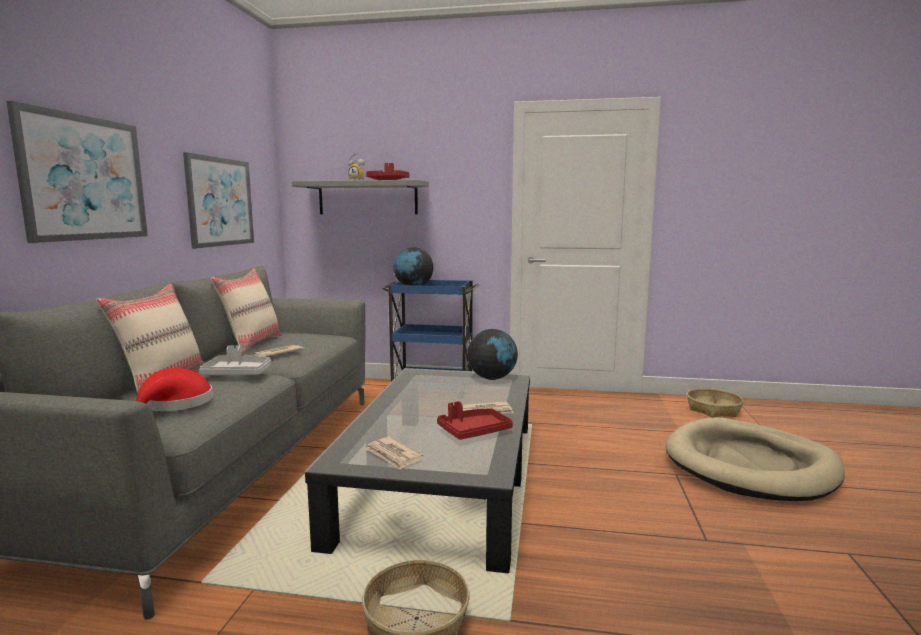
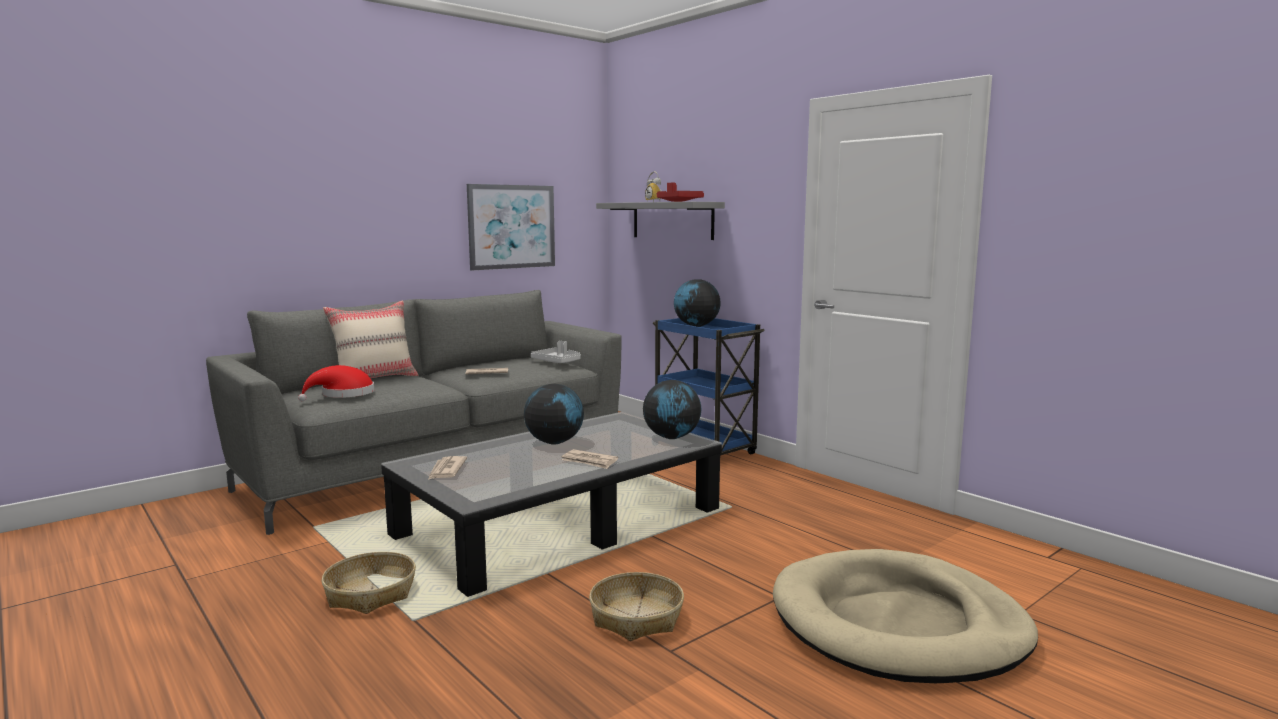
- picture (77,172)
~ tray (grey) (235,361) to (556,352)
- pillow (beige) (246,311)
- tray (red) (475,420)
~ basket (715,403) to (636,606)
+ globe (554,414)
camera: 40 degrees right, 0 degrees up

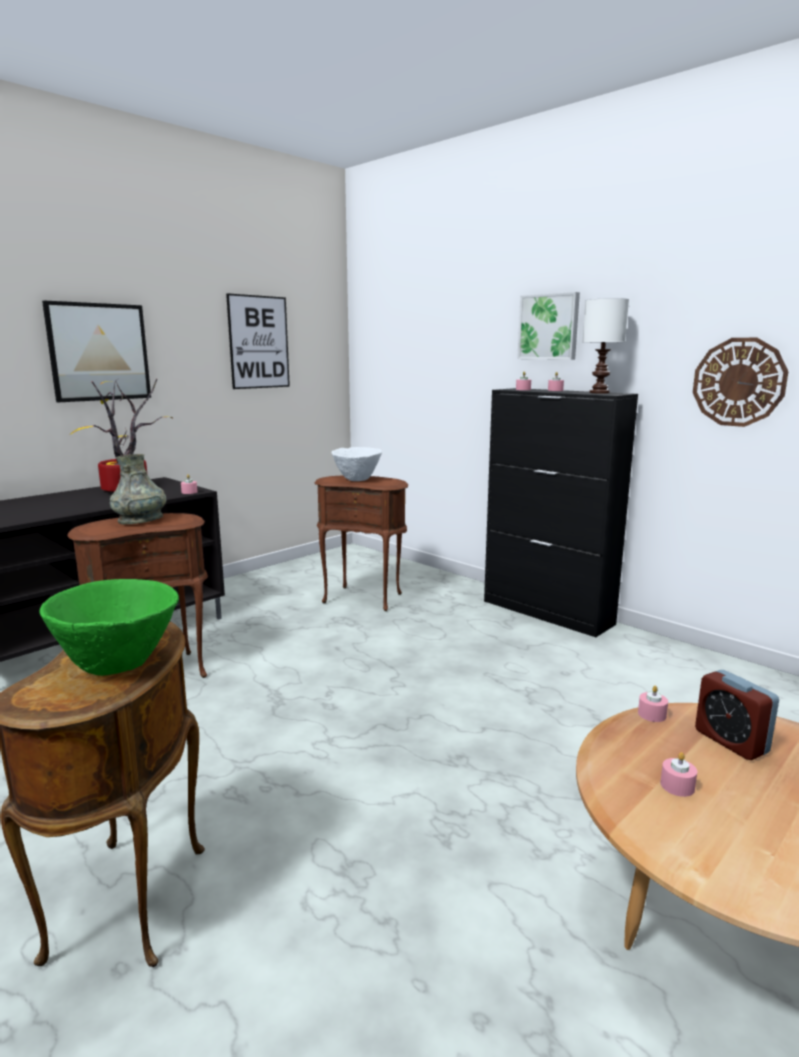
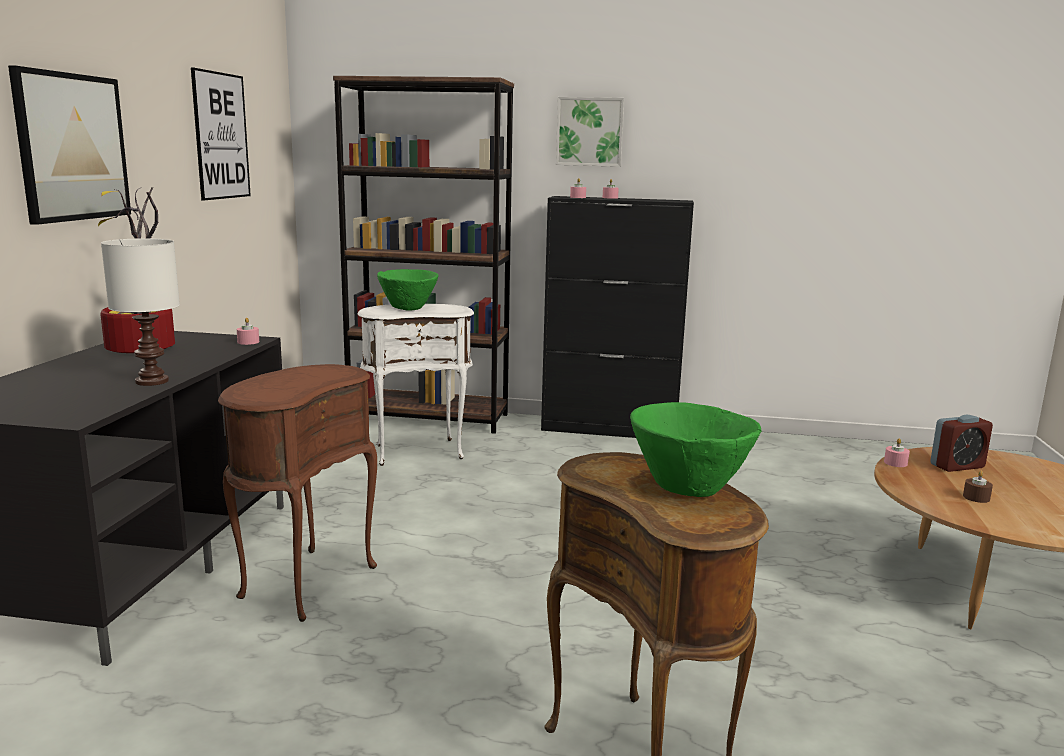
- vase (grey) (138,489)
~ side table (brown) (361,543) to side table (white) (415,385)
~ bowl (white) (357,464) to bowl (green) (407,290)
~ table lamp (white) (606,346) to (140,312)
~ candle (pink) (678,774) to candle (brown) (978,487)
- wall clock (740,382)
~ alarm clock (737,715) = (961,443) 45 degrees counterclockwise
+ bookcase (brown) (423,255)
camera: 35 degrees left, 0 degrees up

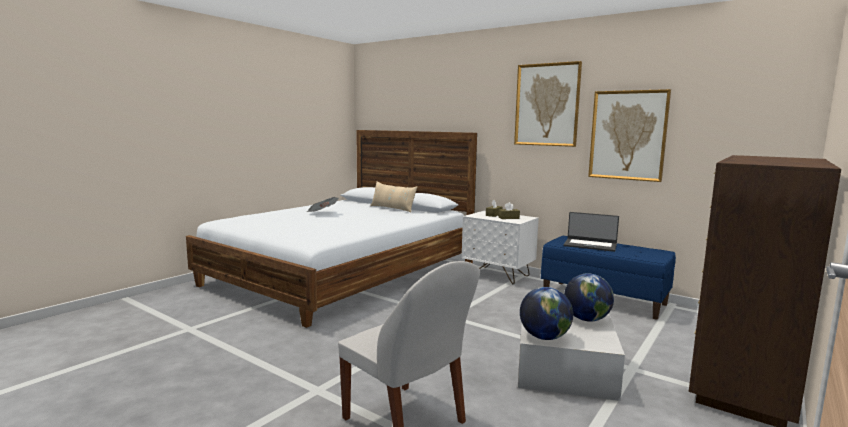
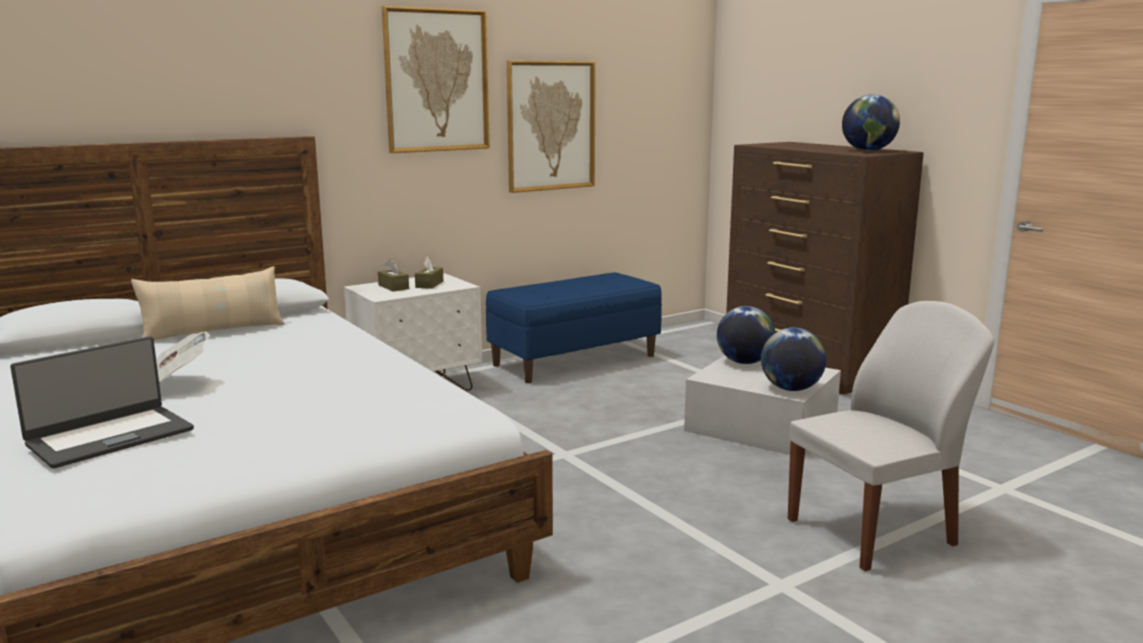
~ laptop (591,232) to (102,402)
+ globe (871,122)
camera: 70 degrees left, 5 degrees up

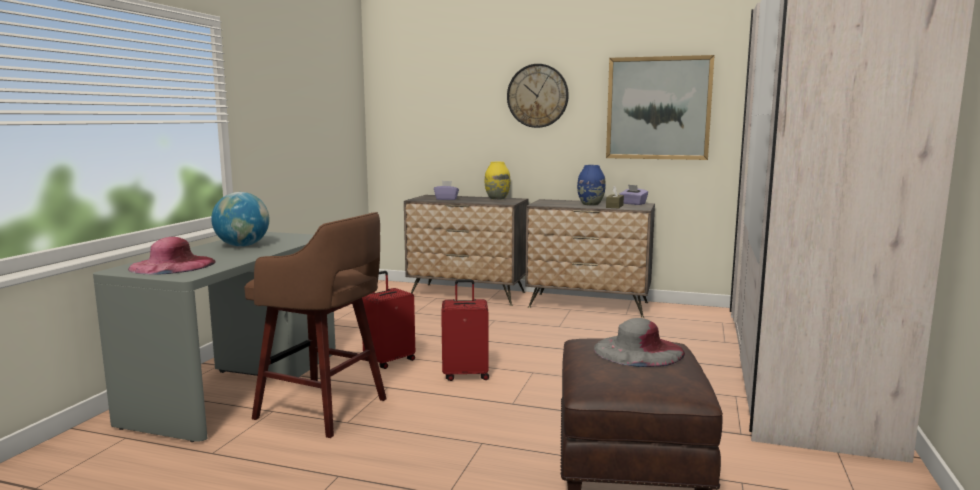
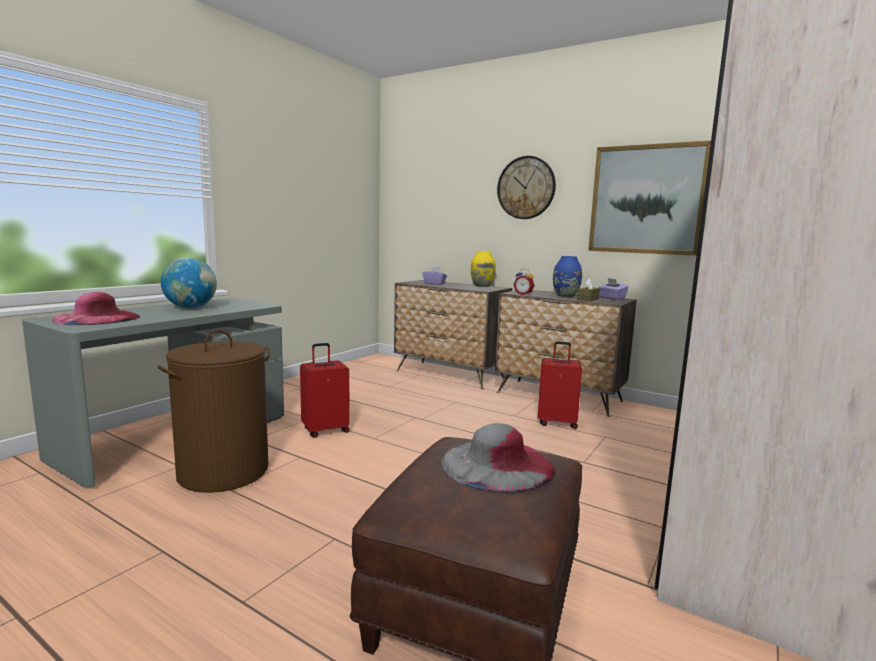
~ stool (brown) (315,325) to laundry basket (brown) (214,411)
~ suitcase (red) (465,330) to (560,385)
+ alarm clock (524,281)
camera: 15 degrees right, 0 degrees up

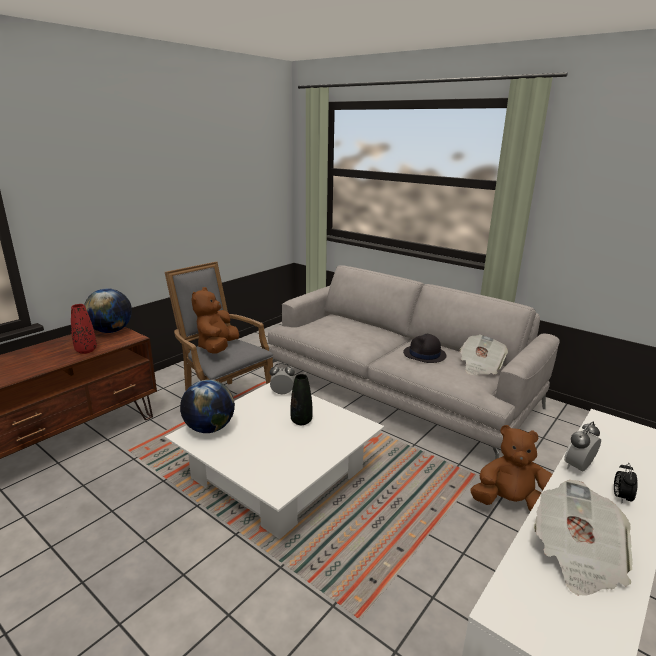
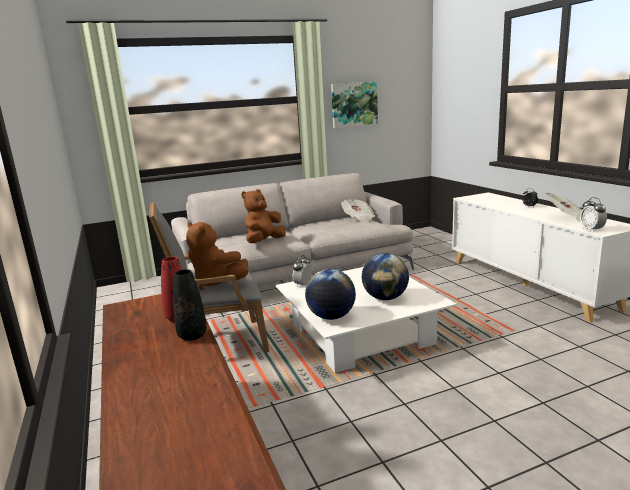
~ globe (108,311) to (385,276)
~ vase (black) (301,399) to (190,305)
- hat (black) (425,348)
~ plush toy (brown) (511,468) to (264,216)
~ alarm clock (582,446) to (593,214)
+ picture (354,104)
camera: 60 degrees left, 5 degrees down

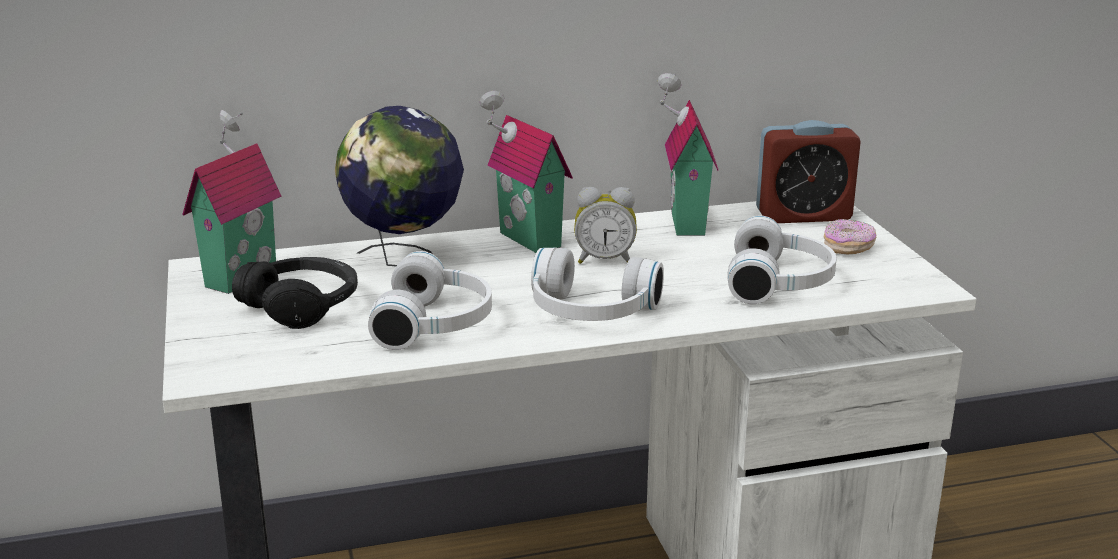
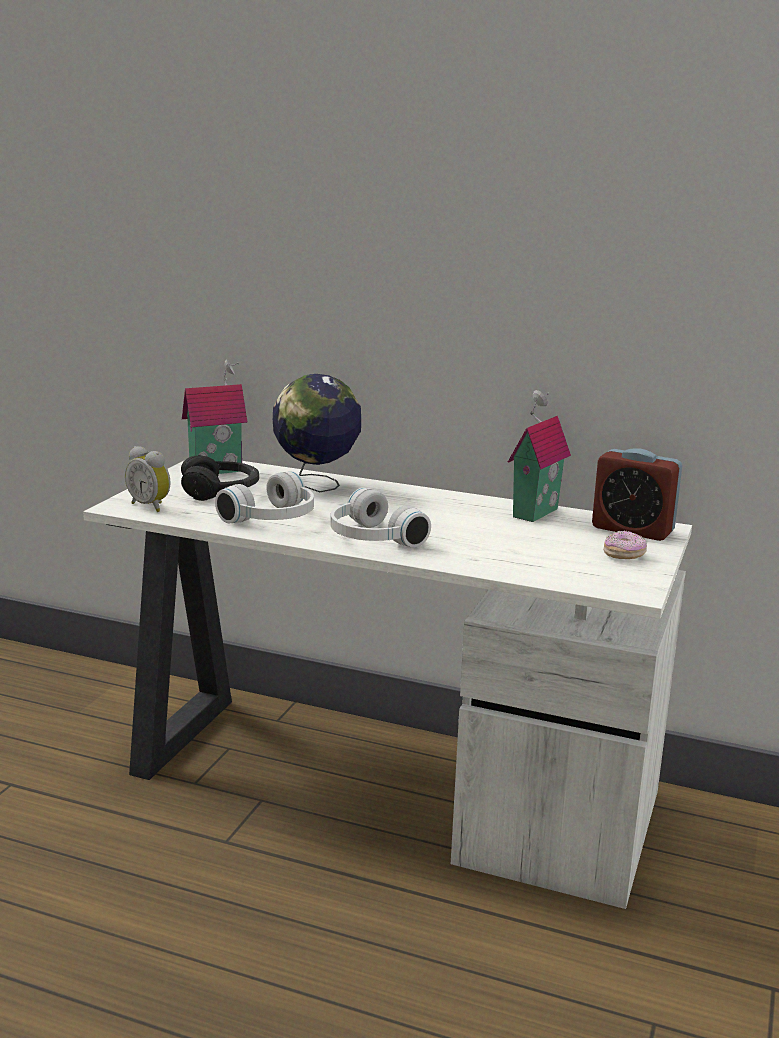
- toy house (526,171)
~ alarm clock (605,225) to (147,479)
- headphones (white) (782,260)
camera: 35 degrees right, 5 degrees down

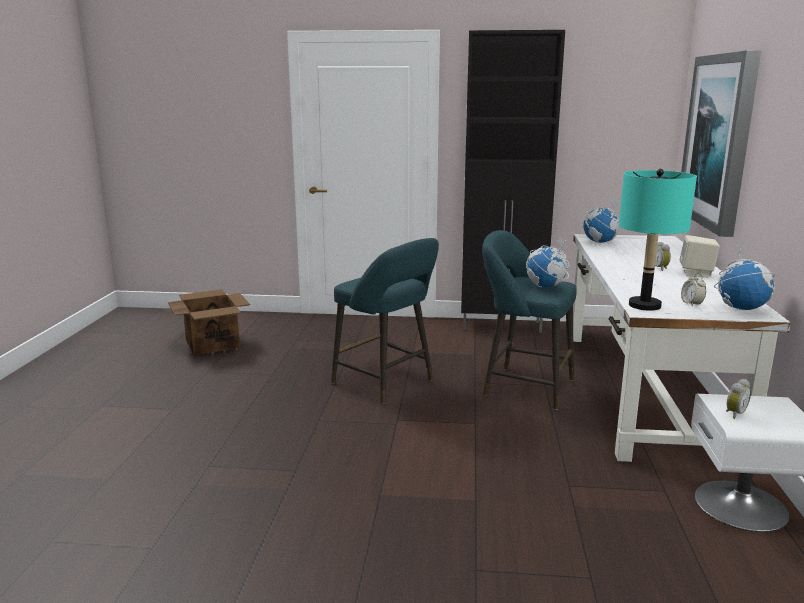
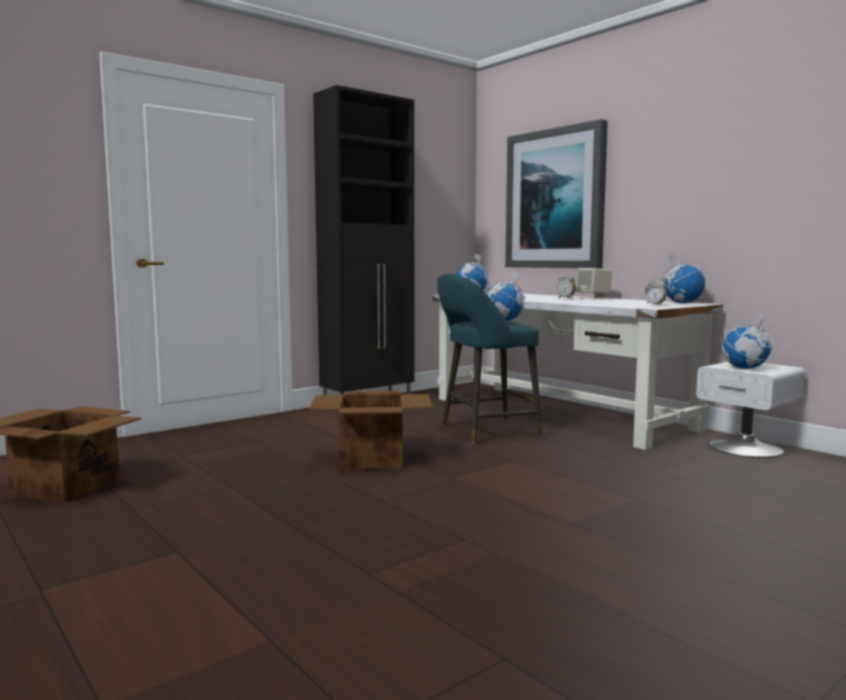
~ stool (turquoise) (385,321) to cardboard box (371,430)
- table lamp (turquoise) (658,240)
~ alarm clock (738,399) to globe (748,341)
camera: 45 degrees left, 10 degrees down

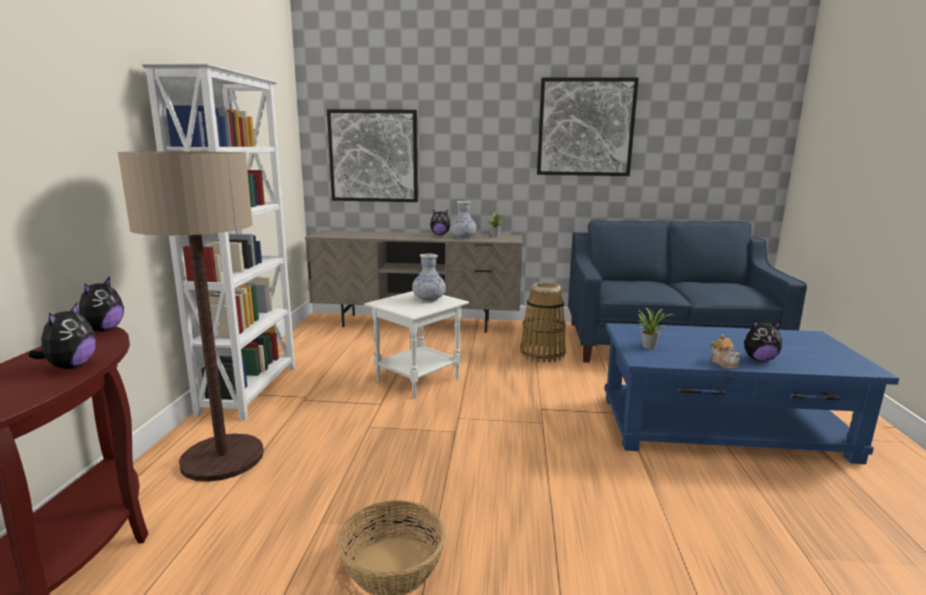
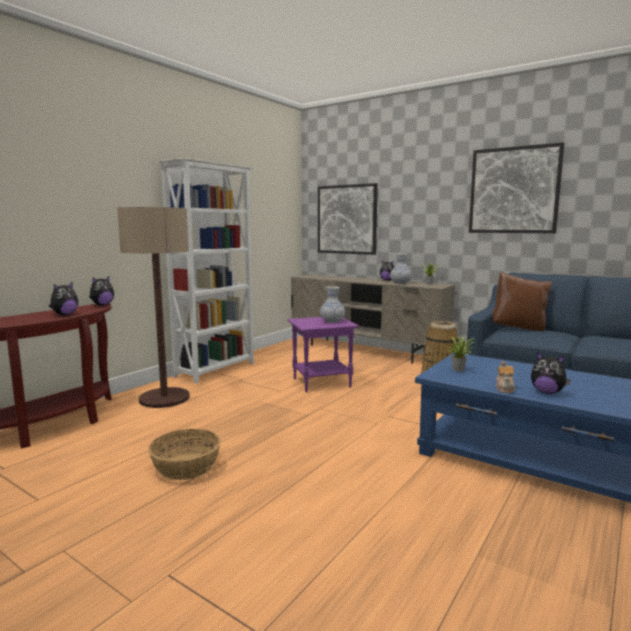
~ side table (white) (416,344) to side table (purple) (323,354)
+ pillow (brown) (522,301)
camera: 30 degrees right, 5 degrees down

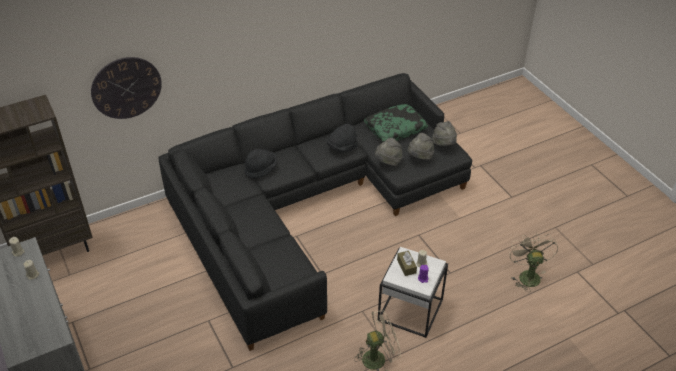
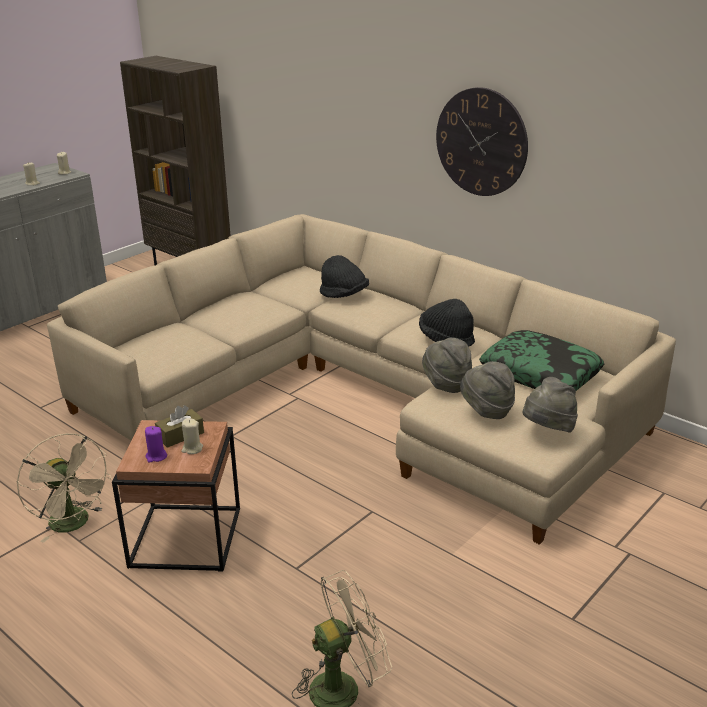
~ wall clock (126,88) to (482,141)
~ sofa (black) (315,212) to sofa (beige) (361,379)
~ side table (white) (413,292) to side table (brown) (176,496)
camera: 70 degrees right, 15 degrees down

